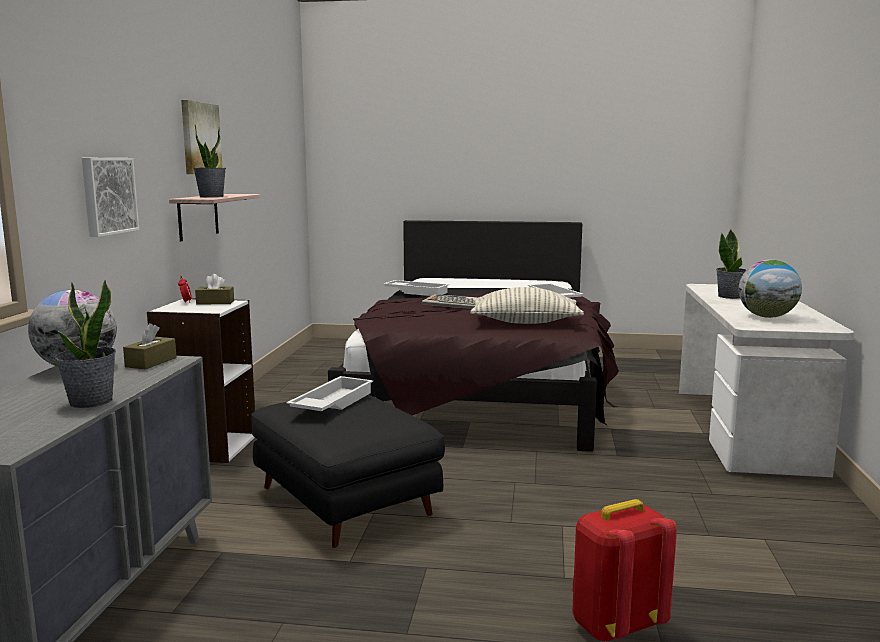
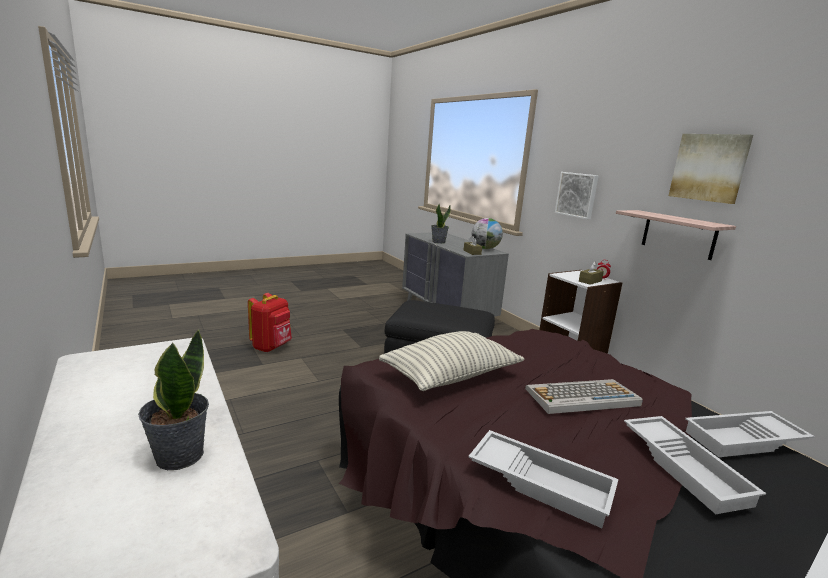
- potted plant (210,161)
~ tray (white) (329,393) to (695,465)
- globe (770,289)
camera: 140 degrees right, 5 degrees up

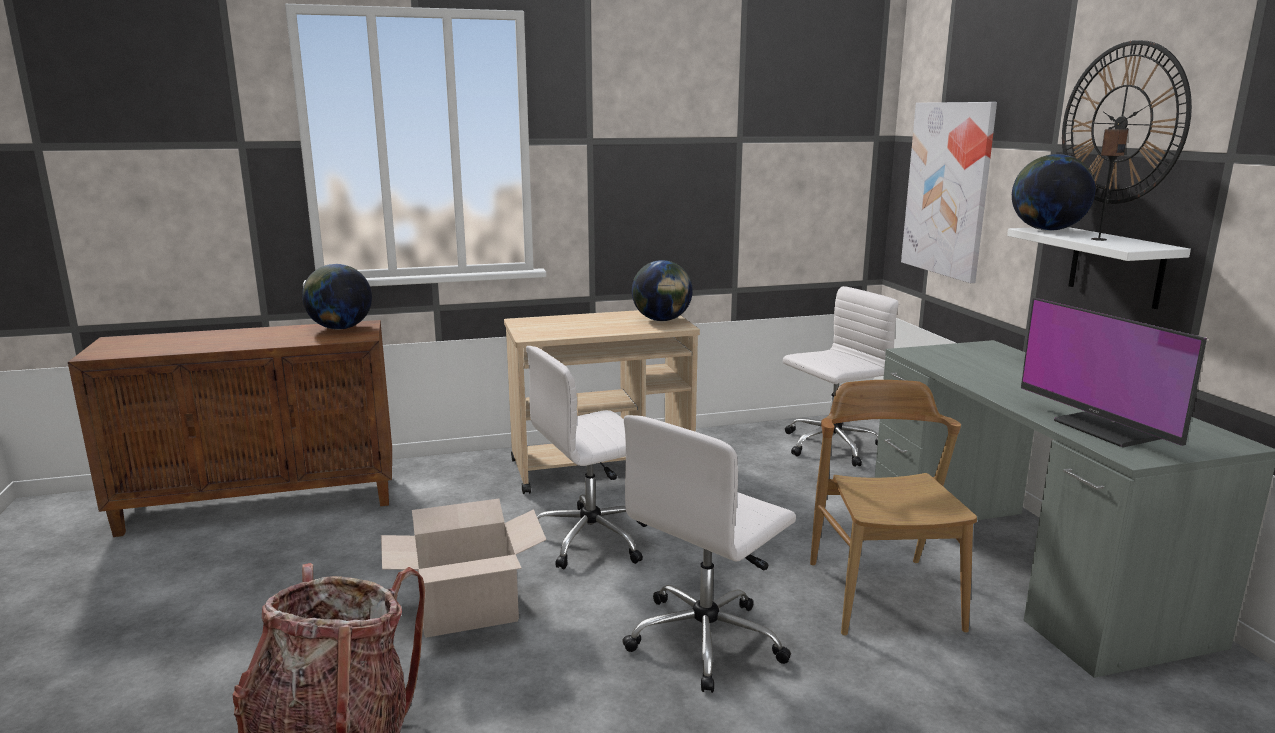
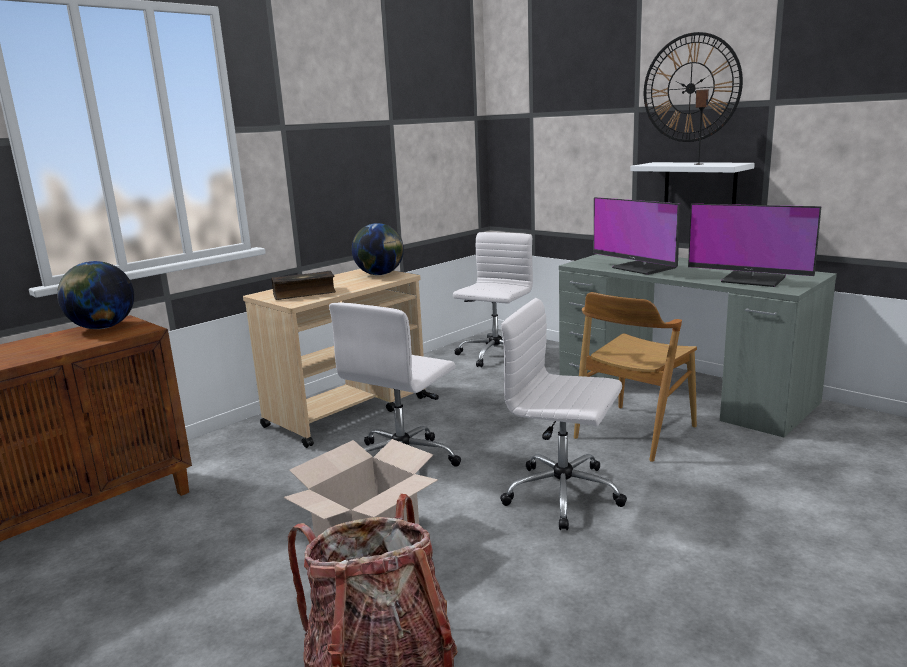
~ office chair (white) (709,554) = (563,414) 105 degrees clockwise
~ chair (brown) (893,508) = (635,377) 105 degrees counterclockwise
- picture (949,192)
- globe (1053,192)
+ book (304,285)
+ monitor (637,236)
camera: 30 degrees left, 0 degrees up

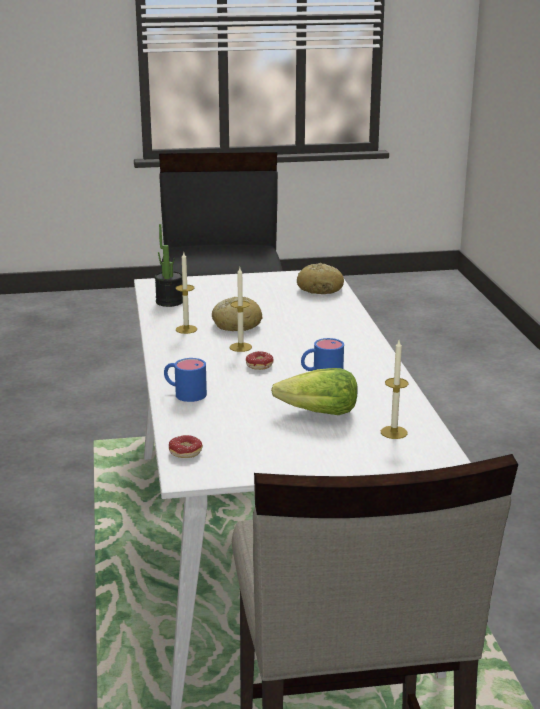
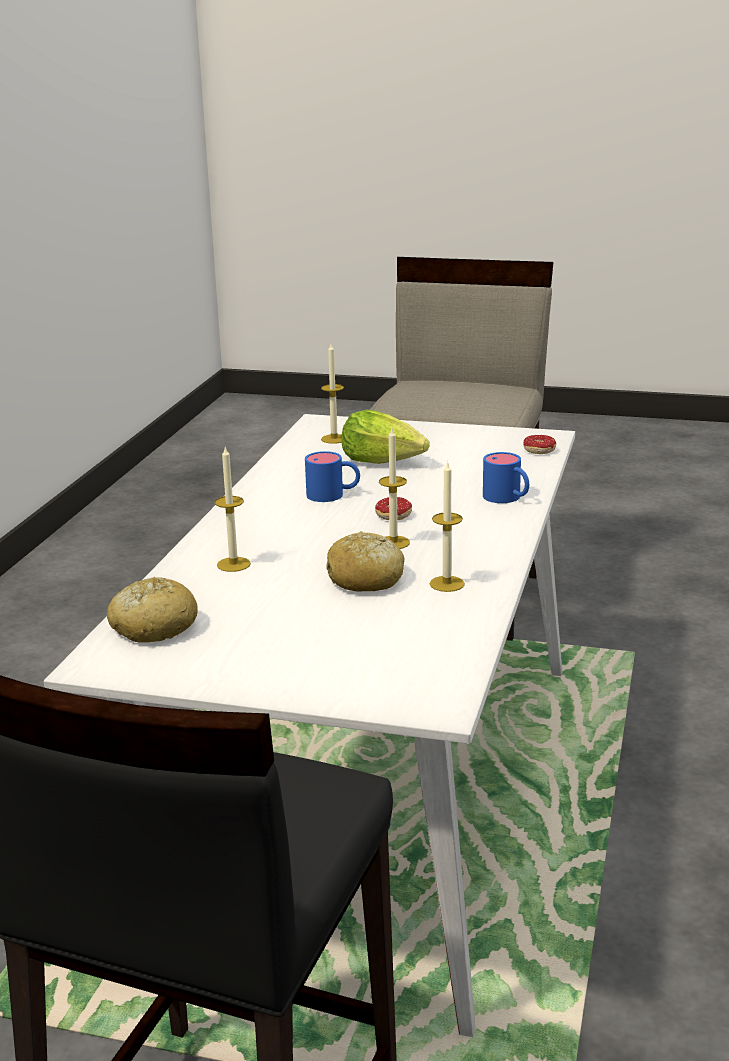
- potted plant (169,265)
+ candle (233,509)
camera: 155 degrees left, 0 degrees up

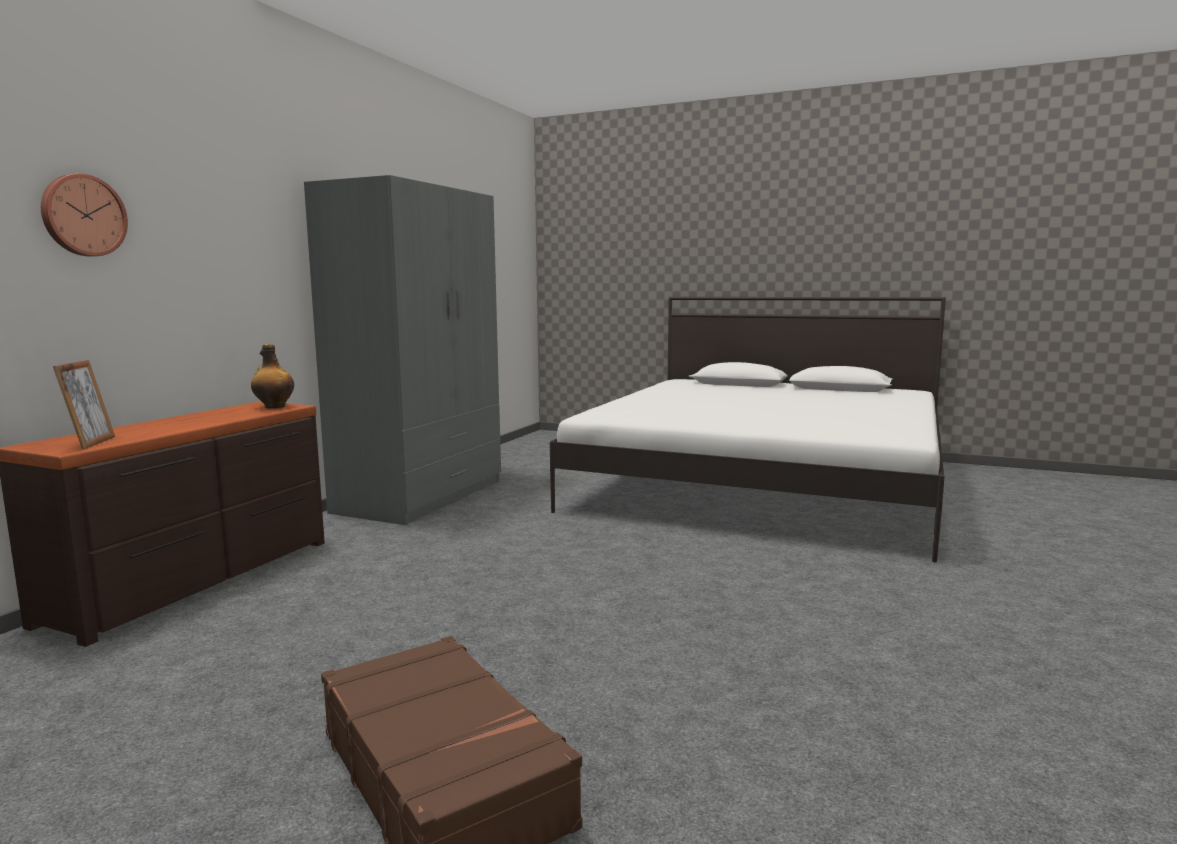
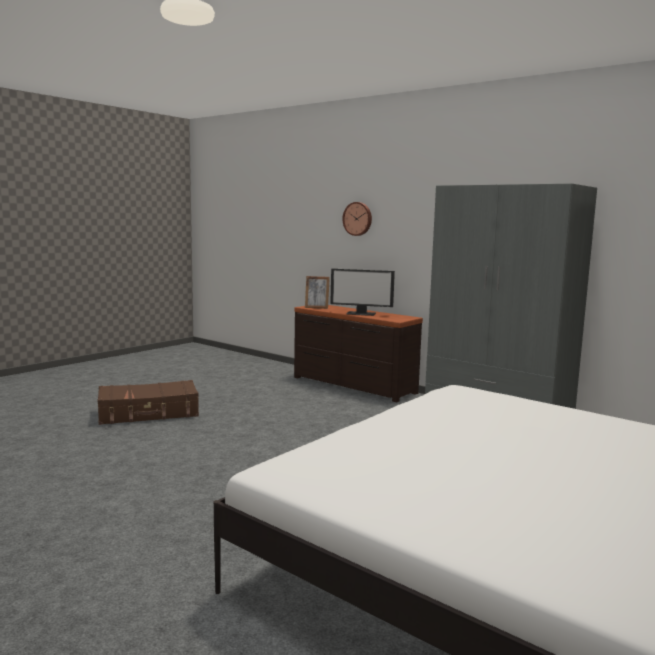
- bottle (272,376)
+ monitor (362,292)
camera: 105 degrees right, 0 degrees up

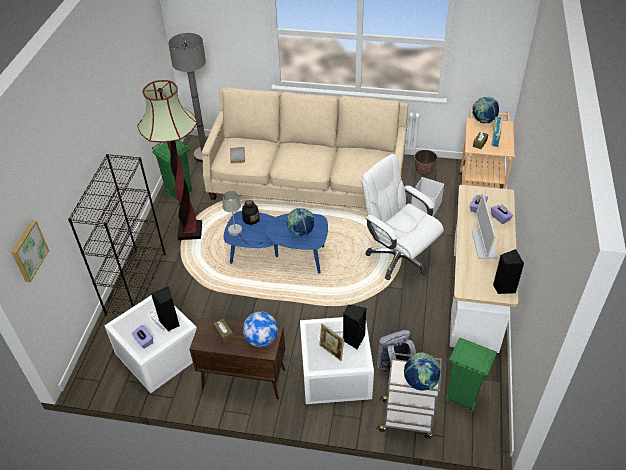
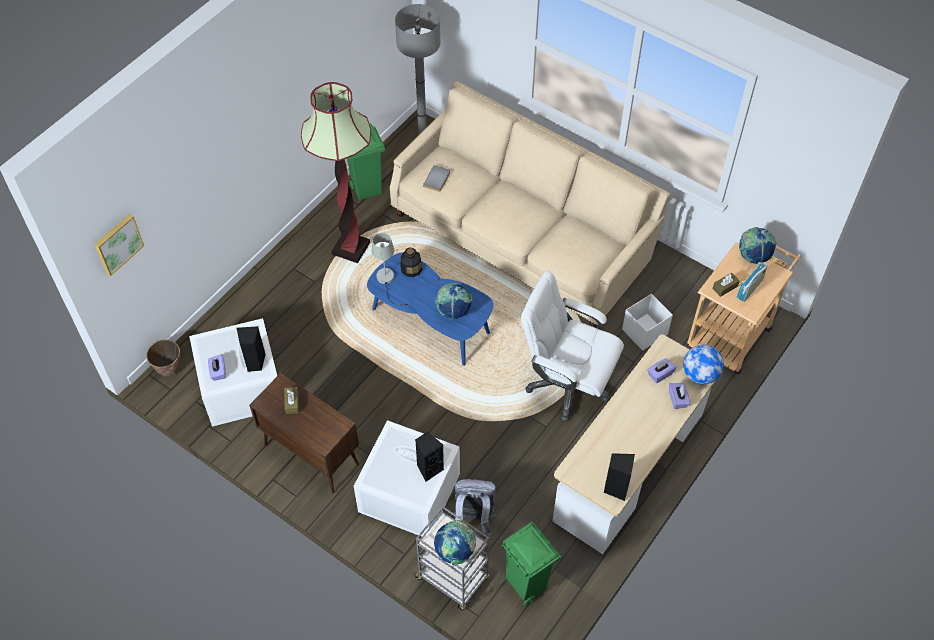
- bookcase (black) (117,235)
~ globe (260,329) to (703,365)
- picture frame (331,342)
~ office chair (white) (402,217) = (572,346) 45 degrees counterclockwise
~ planter (426,163) to (163,357)
- monitor (485,226)
camera: 25 degrees right, 10 degrees up

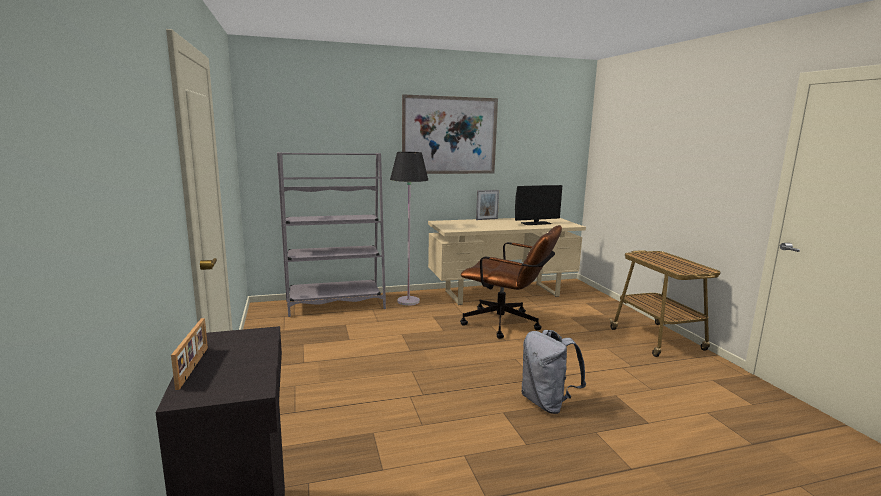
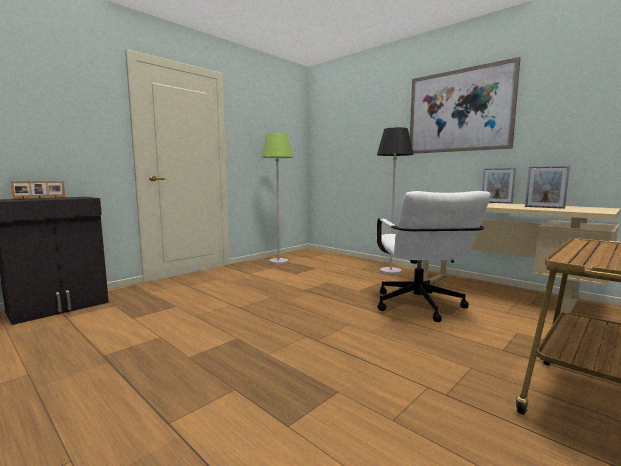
- bookcase (grey) (331,234)
~ office chair (brown) (511,282) to office chair (white) (433,256)
~ monitor (538,205) to picture frame (547,187)
- backpack (grey) (553,372)
+ floor lamp (green) (277,198)
camera: 60 degrees right, 5 degrees down

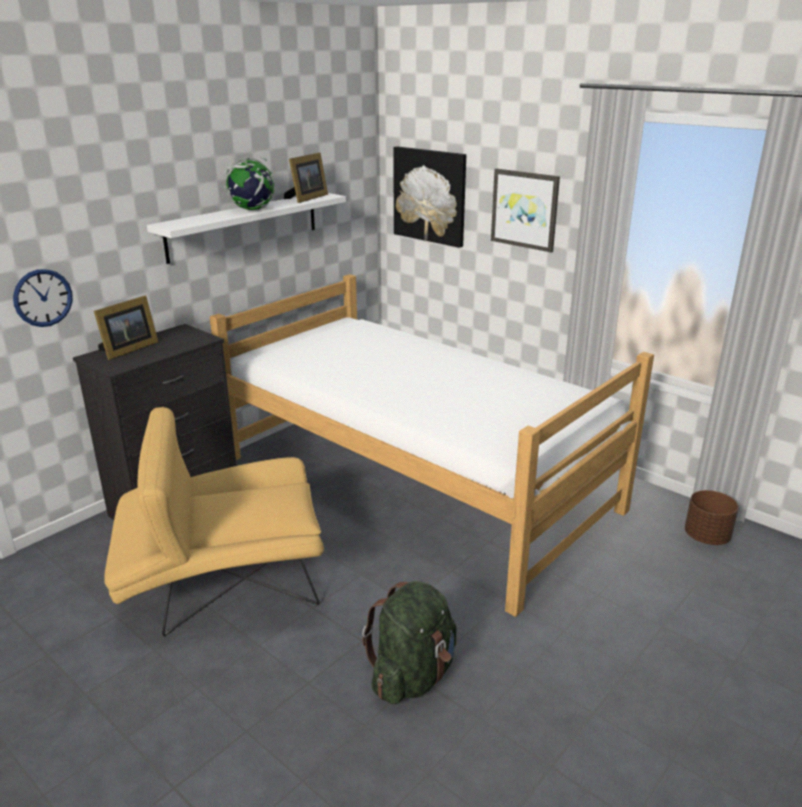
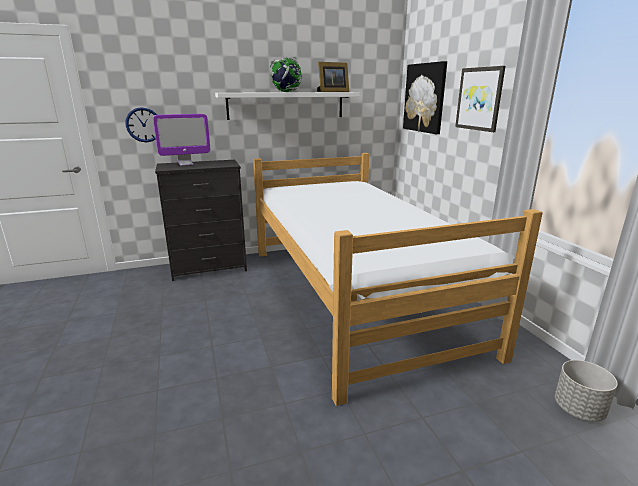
~ picture frame (126,327) to monitor (181,140)
- armchair (yellow) (214,521)
- backpack (green) (409,642)
~ planter (brown) (712,517) to planter (grey) (586,391)
camera: 30 degrees right, 5 degrees down

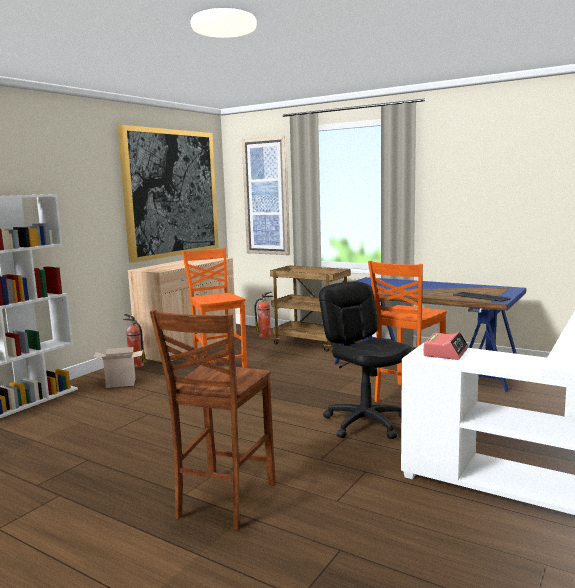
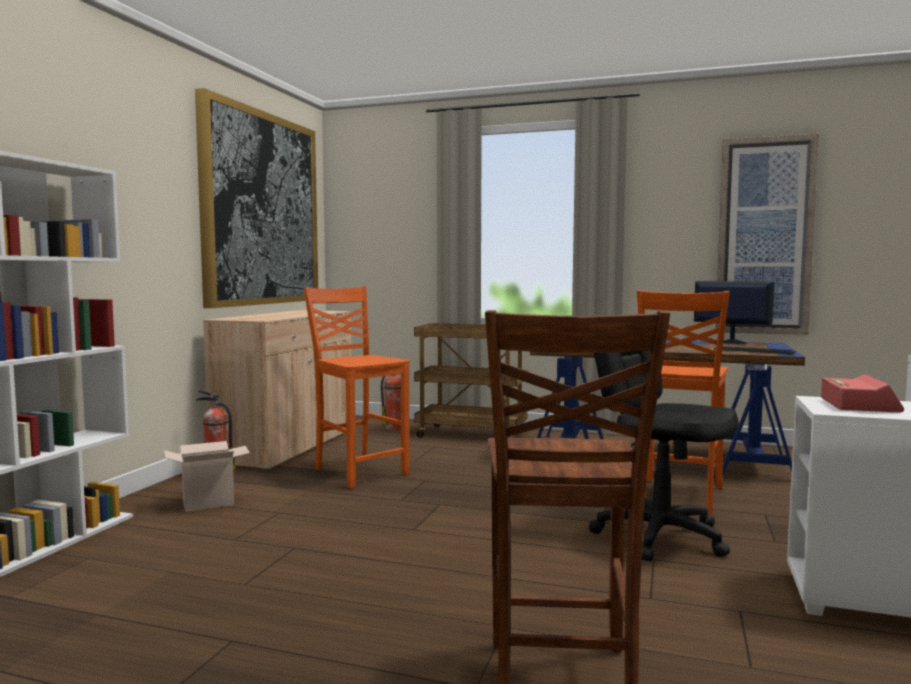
~ picture (266,195) to (767,234)
+ monitor (734,312)
camera: 15 degrees left, 5 degrees down

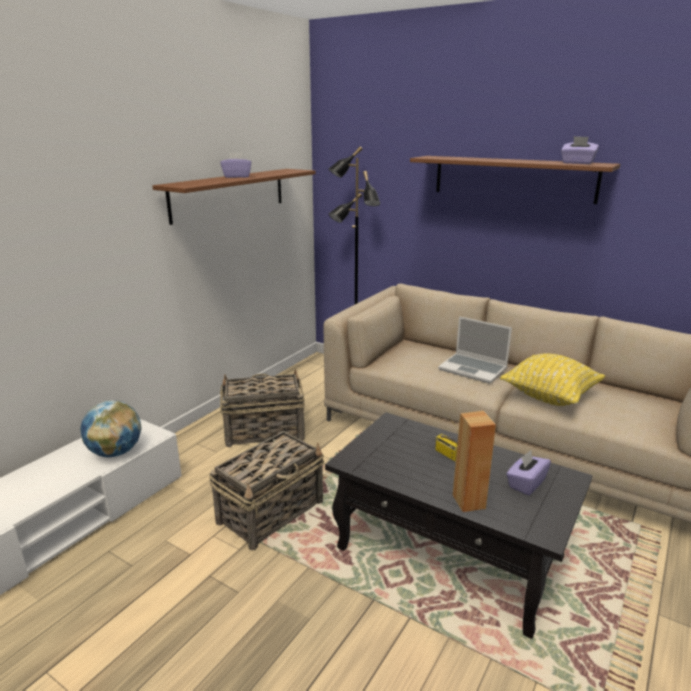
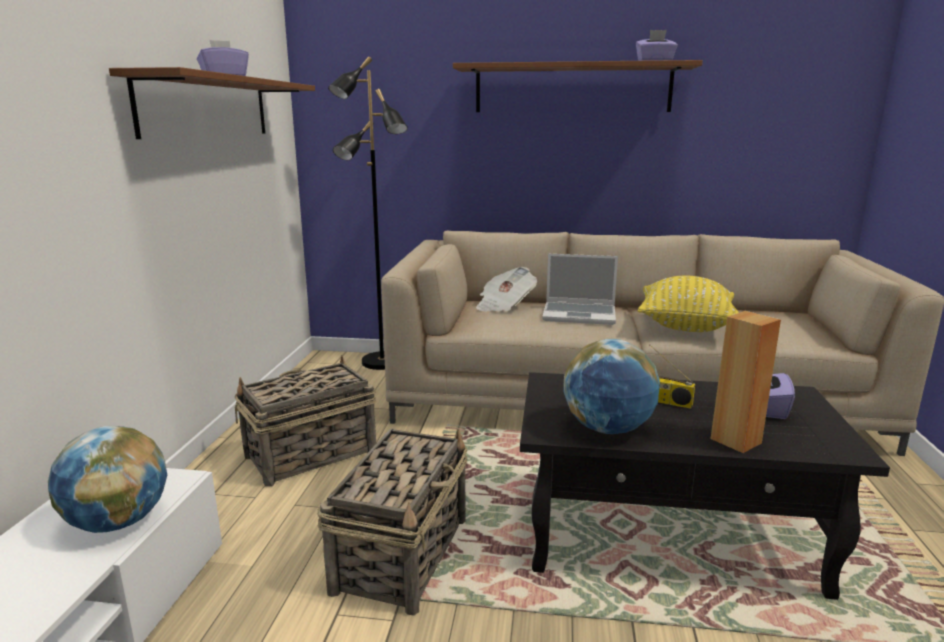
+ newspaper (506,289)
+ globe (611,386)
camera: 25 degrees left, 5 degrees down

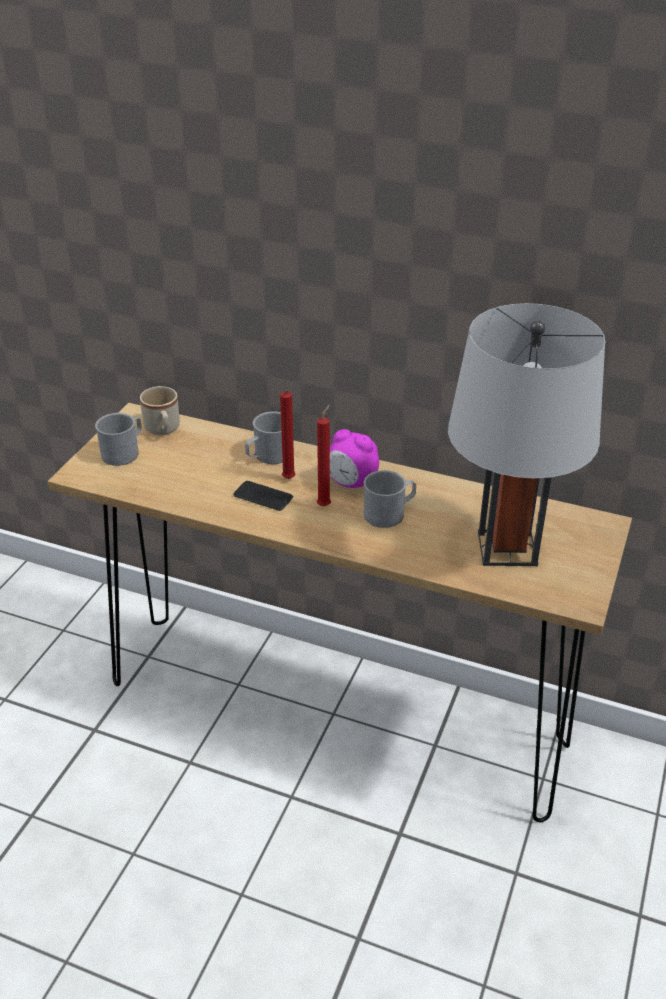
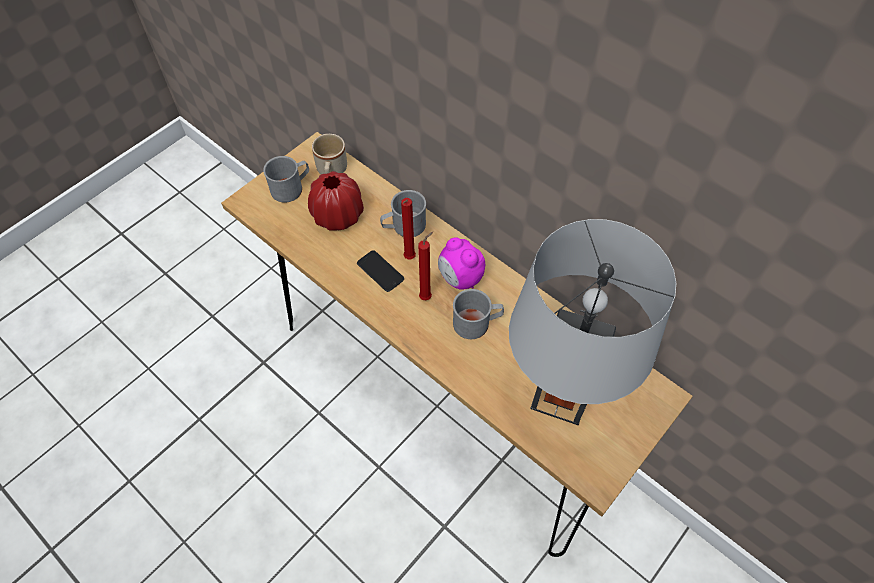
+ vase (red) (336,201)
camera: 20 degrees right, 20 degrees up

